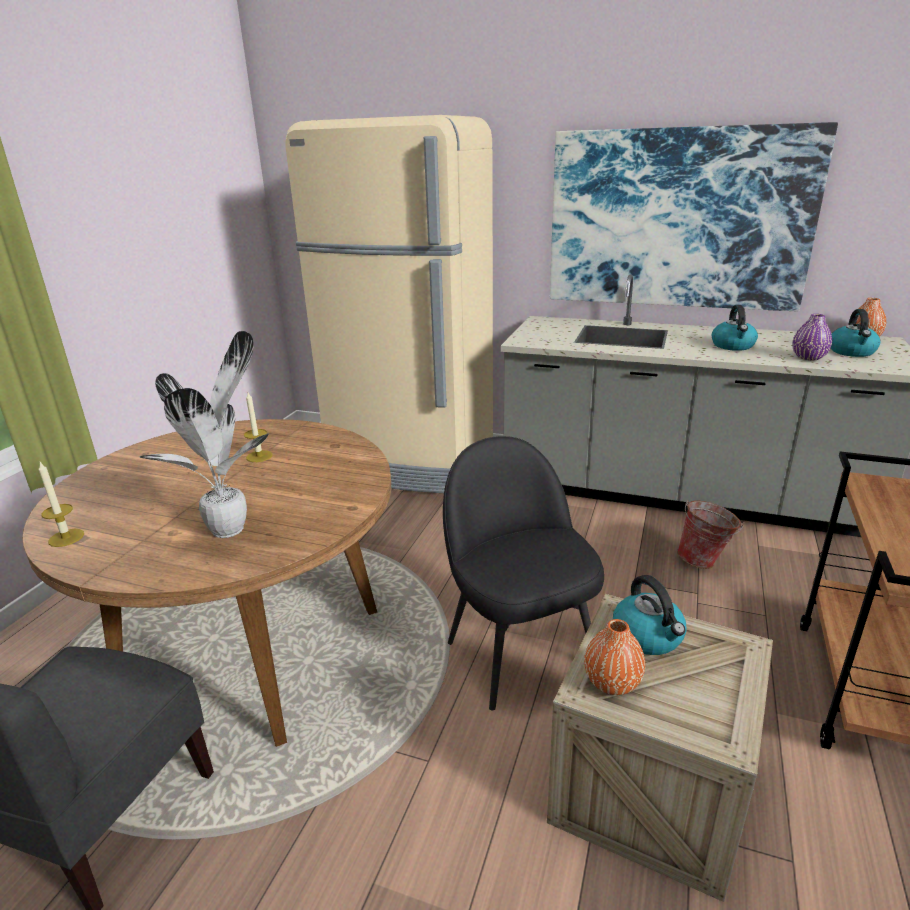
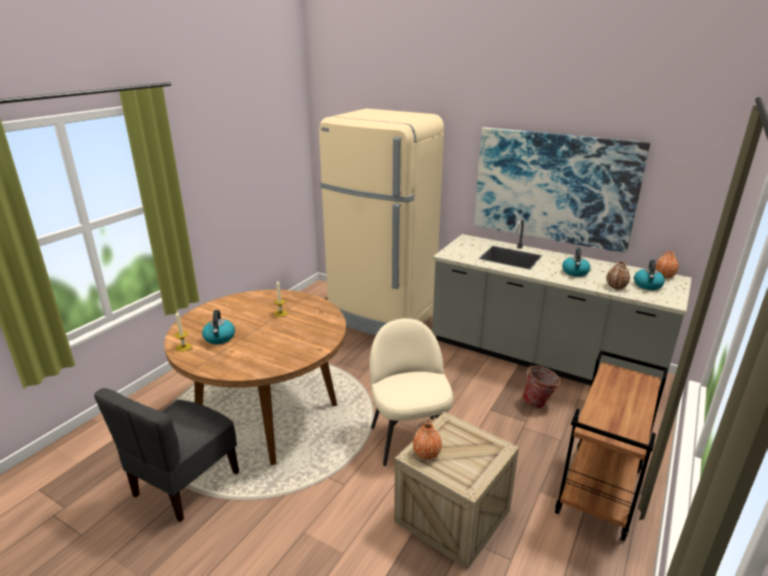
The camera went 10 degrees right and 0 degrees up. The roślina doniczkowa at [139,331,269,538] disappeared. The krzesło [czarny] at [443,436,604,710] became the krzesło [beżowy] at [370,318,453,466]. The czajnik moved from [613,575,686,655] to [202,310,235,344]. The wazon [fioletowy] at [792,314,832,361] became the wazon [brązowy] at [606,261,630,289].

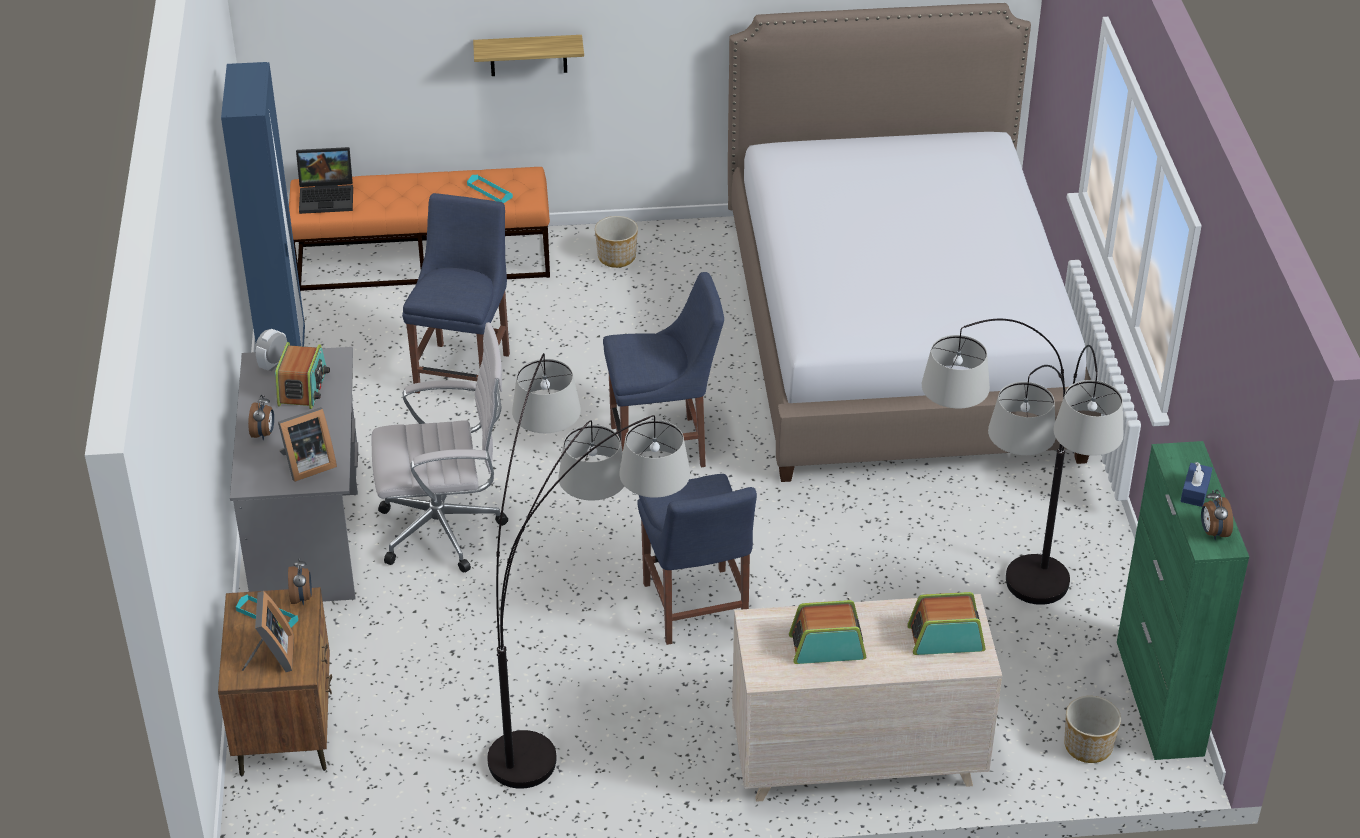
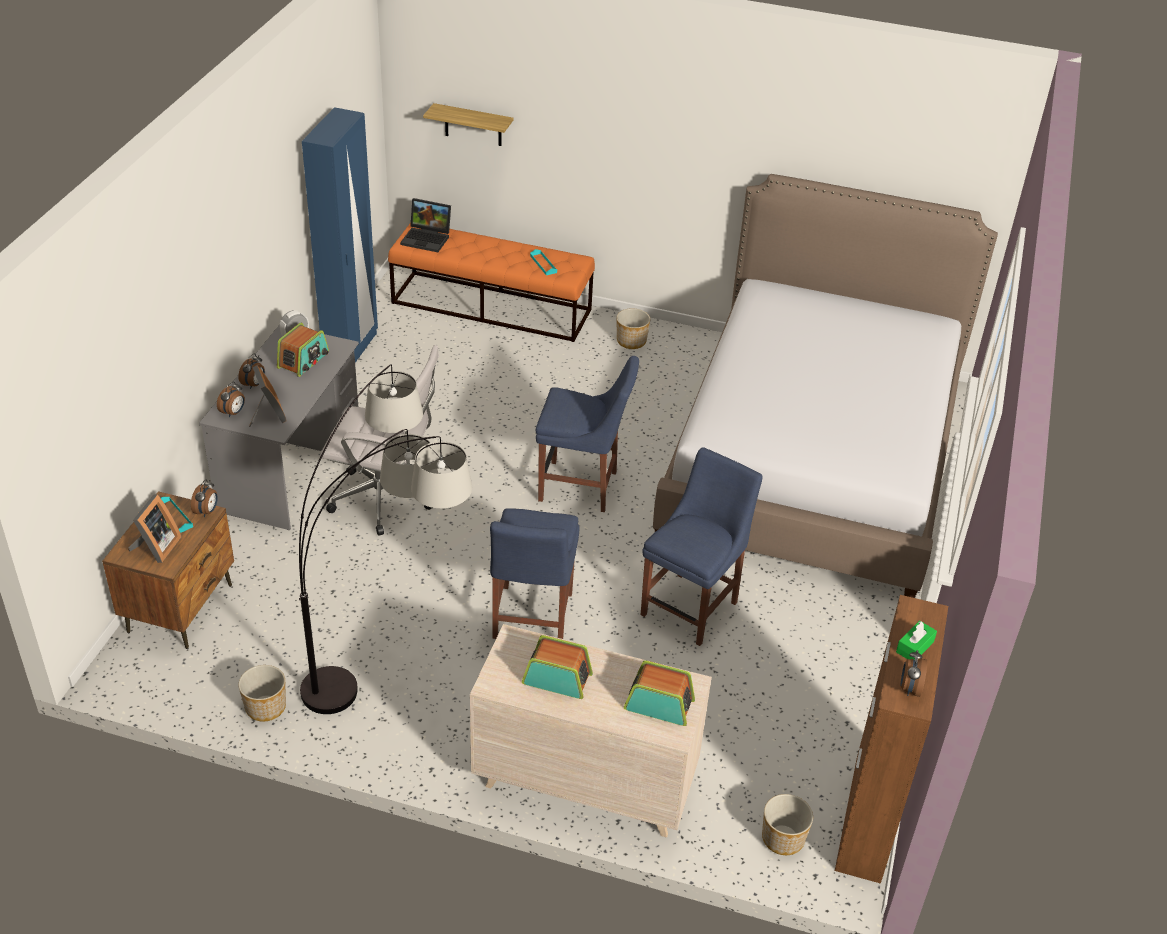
The camera went 20 degrees right and 0 degrees up. The ramka na zdjęcie at [278,407,337,482] turned 105 degrees counterclockwise. The krzesło [niebieski] moved from [402,193,510,393] to [641,447,763,646]. The półka moved from [473,35,584,76] to [423,103,513,146]. The lampa stojąca at [922,319,1123,605] disappeared. The szafka [zielony] at [1117,441,1249,760] became the szafka [brązowy] at [835,595,948,884]. The pudełko chusteczek [niebieski] at [1180,462,1212,507] became the pudełko chusteczek [zielony] at [896,621,937,660]. The budzik at [217,382,245,417] appeared. The donica at [238,665,286,721] appeared.

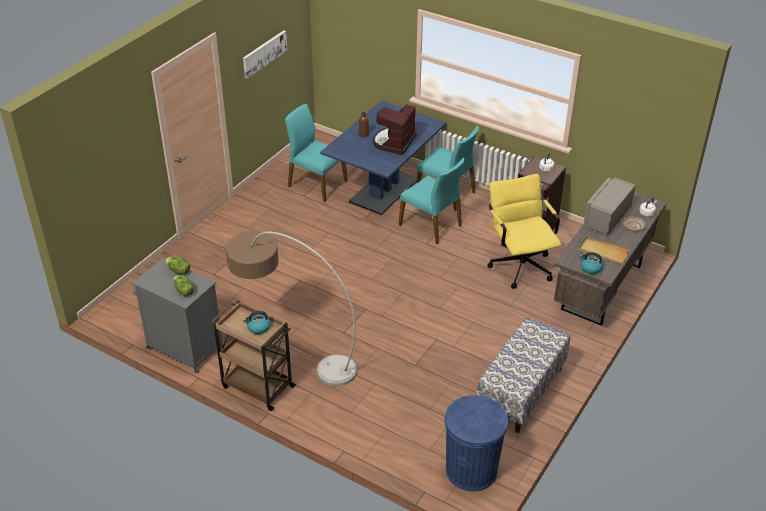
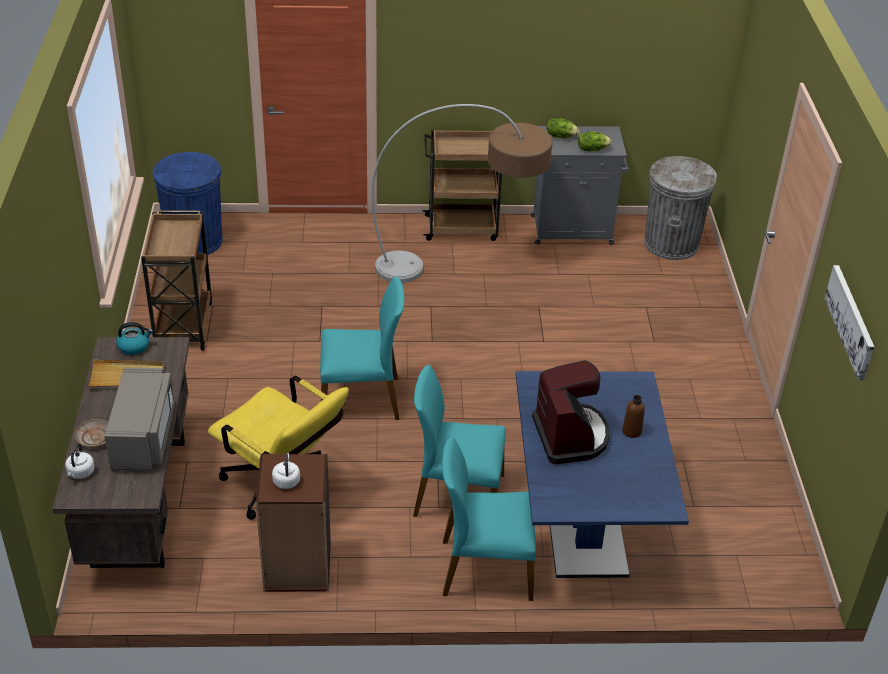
The camera went 145 degrees right and 0 degrees up. The czajnik at [243,311,270,334] disappeared. The krzesło [turkusowy] moved from [285,104,348,202] to [320,276,405,420]. The ławka at [476,317,570,433] was replaced by the wózek [brązowy] at [141,210,212,350]. The kosz na śmieci [szary] at [644,156,717,260] appeared.

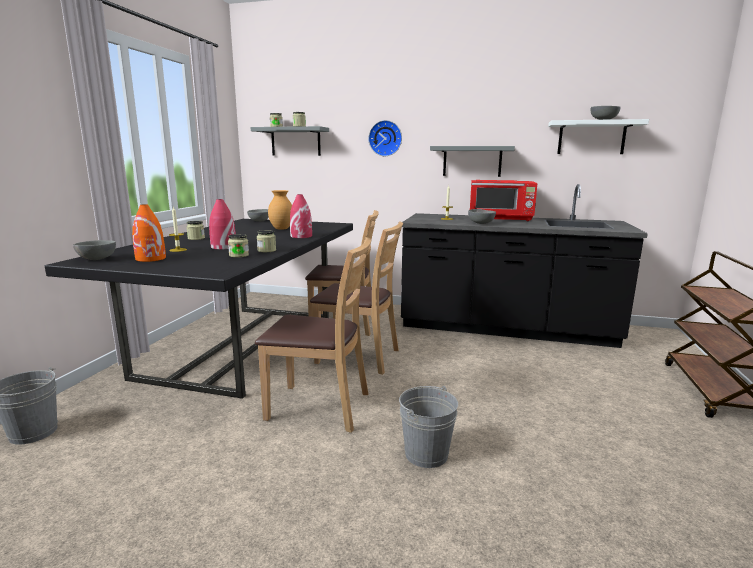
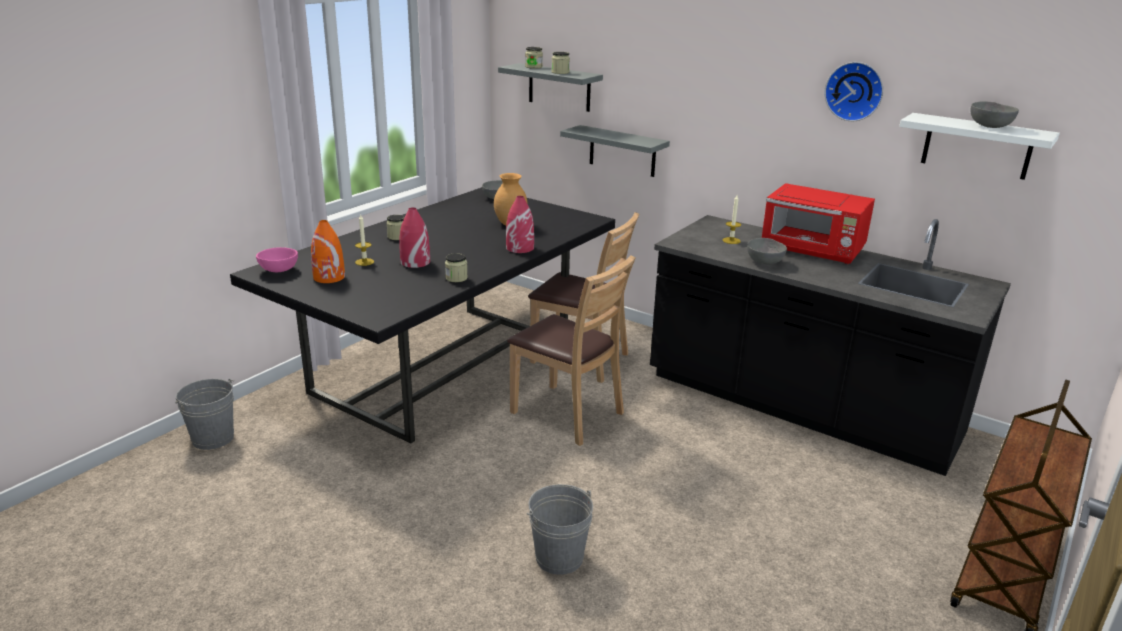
The camera went 20 degrees right and 10 degrees up. The miska [szary] at [73,240,116,260] became the miska [różowy] at [256,247,298,272]. The słoik at [228,234,249,258] disappeared. The krzesło [brązowy] at [255,237,371,433] disappeared. The zegar ścienny moved from [368,120,402,156] to [825,62,883,121]. The półka [szary] moved from [430,146,515,177] to [560,125,670,177].

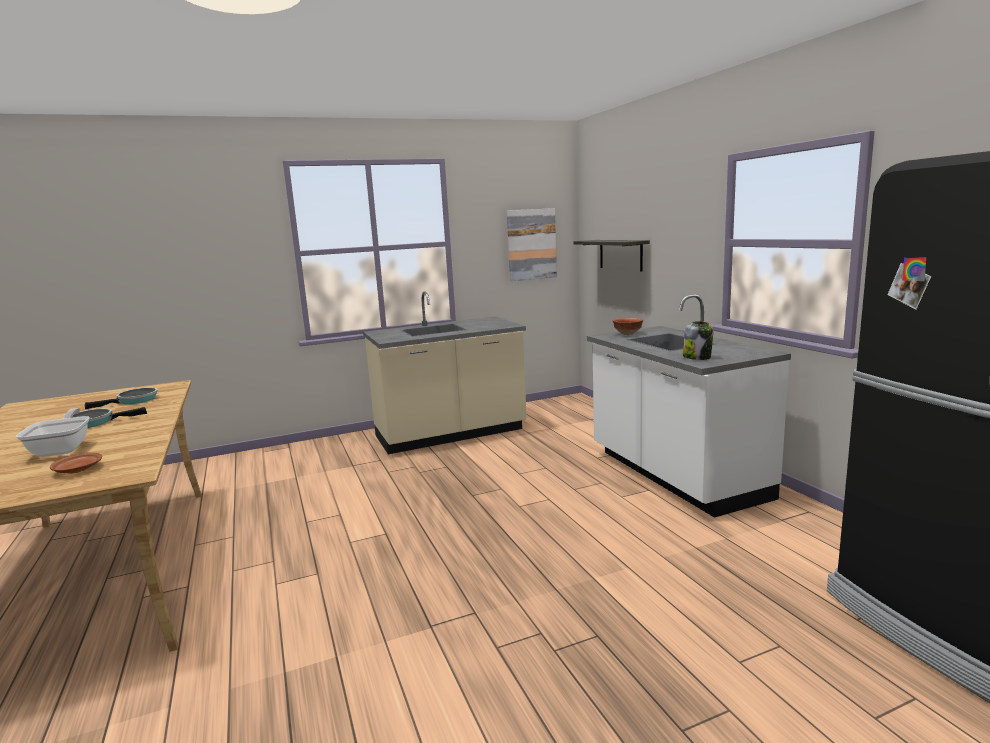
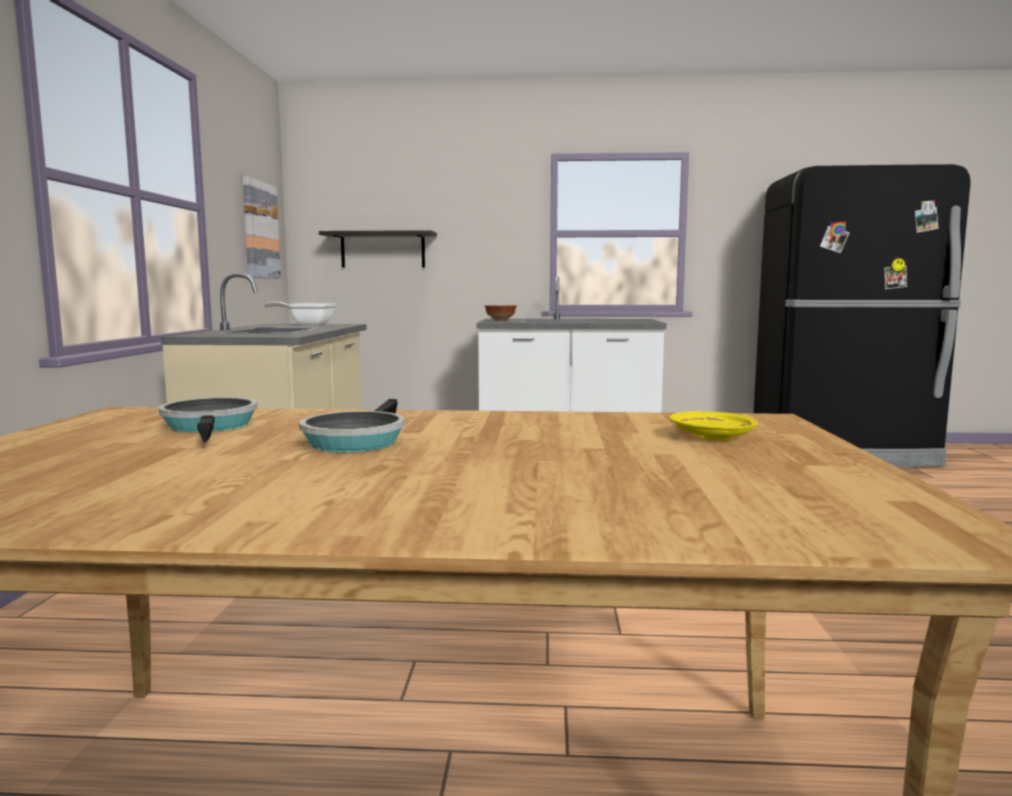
The camera went 65 degrees left and 5 degrees down. The patelnia moved from [16,408,90,457] to [264,302,336,325]. The talerz [brązowy] at [50,453,102,474] became the talerz [żółty] at [669,411,758,440]. The słoik at [683,321,714,360] disappeared.

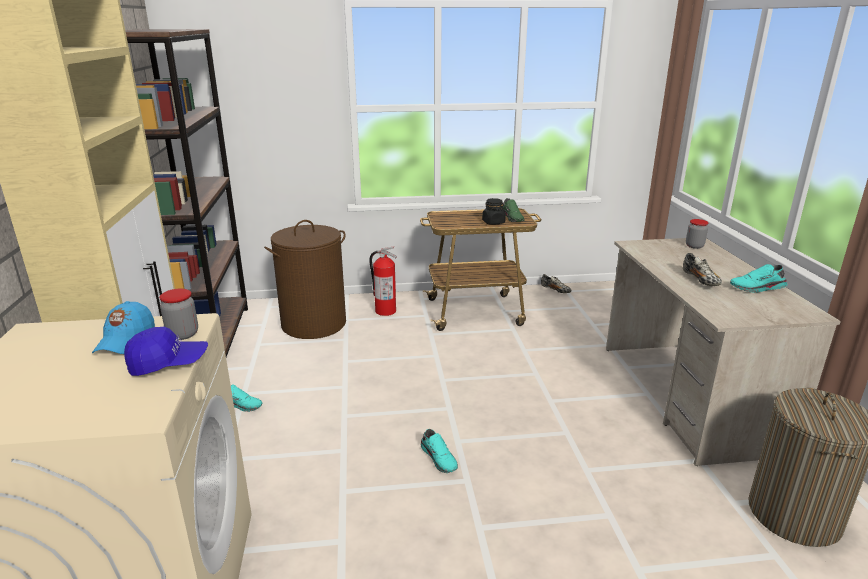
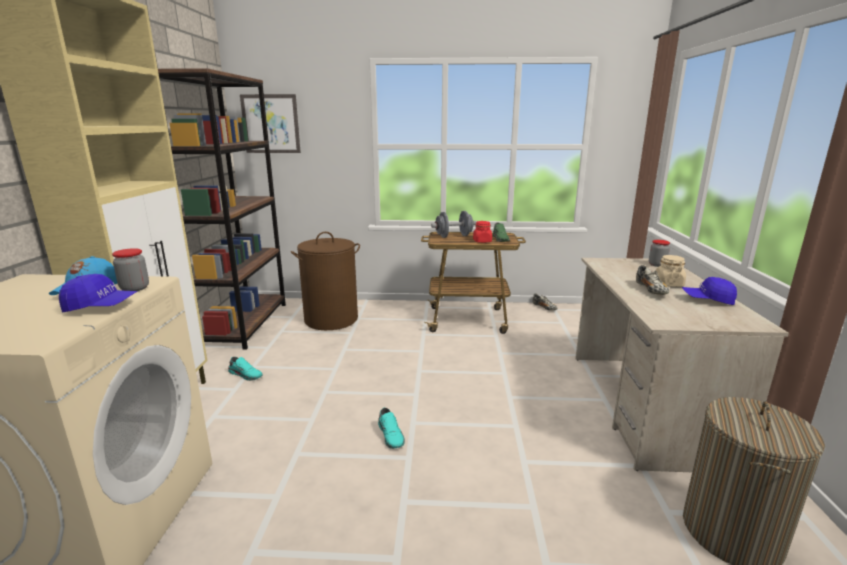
The camera went 10 degrees right and 5 degrees down. The gaśnica at [369,246,397,316] disappeared. The słoik [czarny] at [482,198,506,225] became the słoik [czerwony] at [473,221,492,243]. The but [turkusowy] at [730,264,788,293] was replaced by the czapka z daszkiem [niebieski] at [682,277,737,305]. The obraz at [240,94,301,153] appeared. The hantel [szary] at [431,211,477,238] appeared. The słoik [beżowy] at [656,255,686,287] appeared.

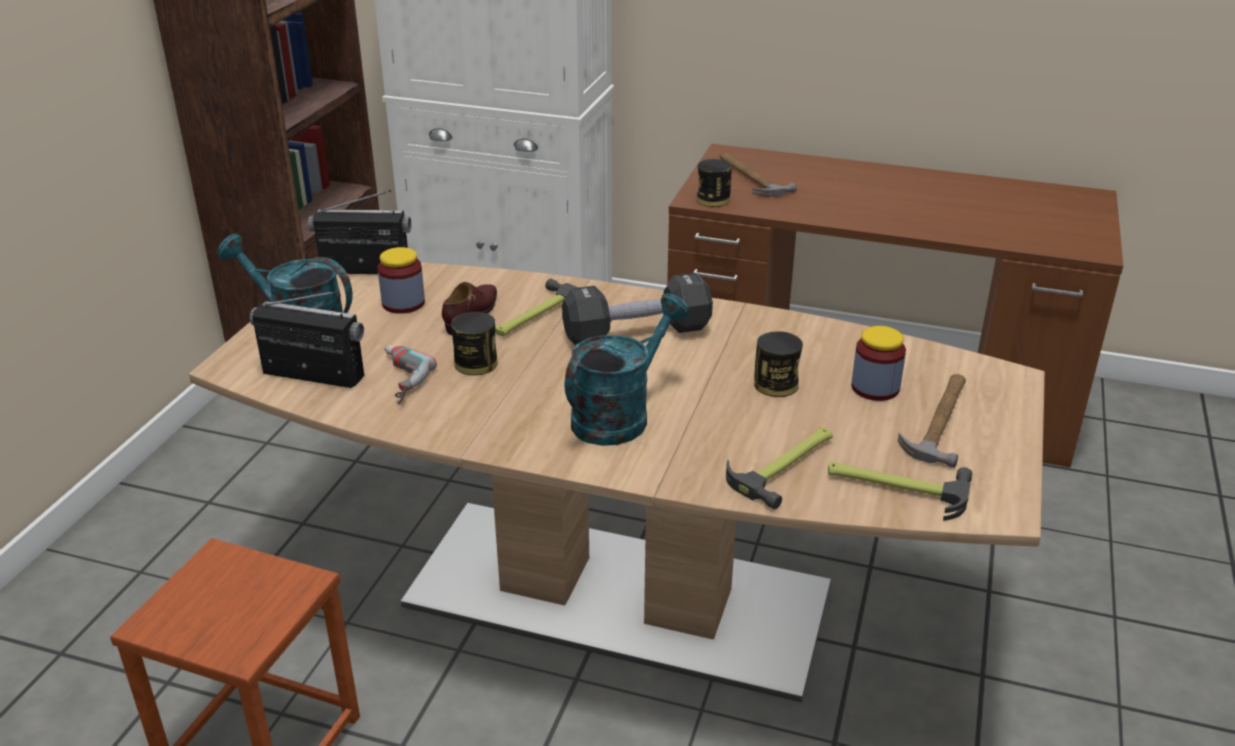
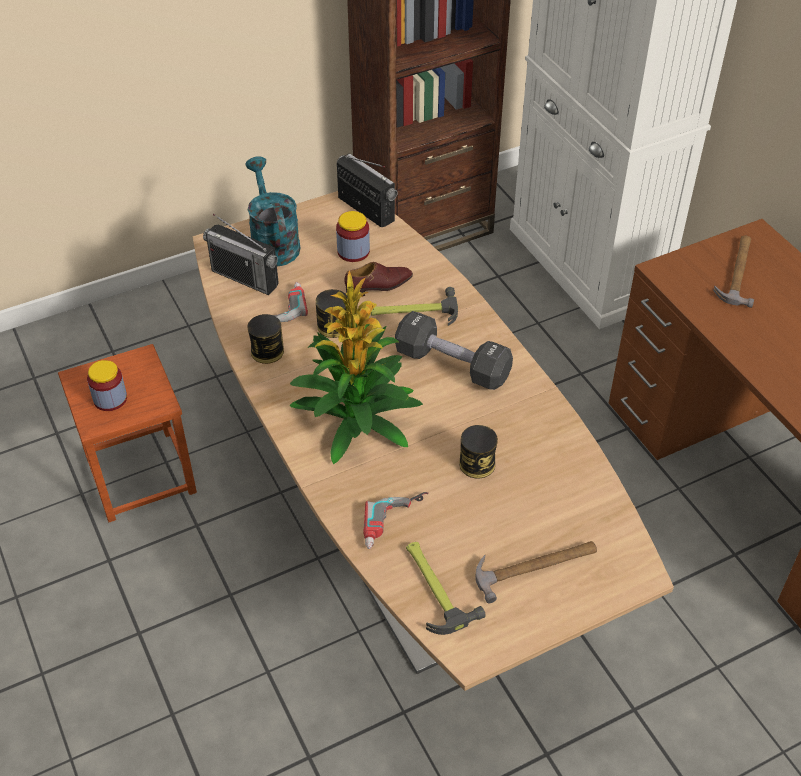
The camera went 45 degrees right and 15 degrees up. The radio at [250,291,364,388] turned 150 degrees clockwise. The konewka [turkusowy] at [565,293,689,446] was replaced by the roślina doniczkowa at [289,270,423,464]. The puszka moved from [696,159,732,207] to [247,314,284,364]. The młotek at [726,427,833,509] was replaced by the wiertarka at [363,492,429,549]. The słoik moved from [851,326,906,401] to [87,360,127,411].

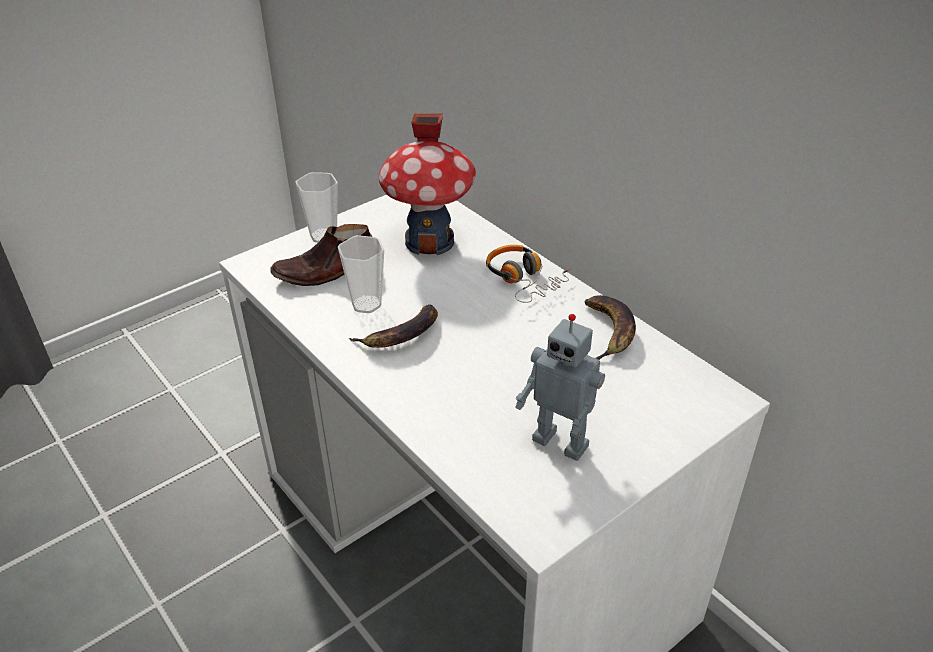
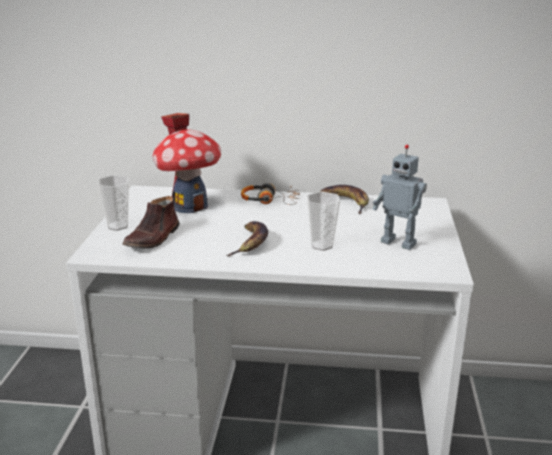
The camera went 45 degrees left and 15 degrees down. The filiżanka moved from [338,235,384,313] to [307,192,340,251]. The robot zabawkowy at [515,314,605,461] turned 45 degrees clockwise.

